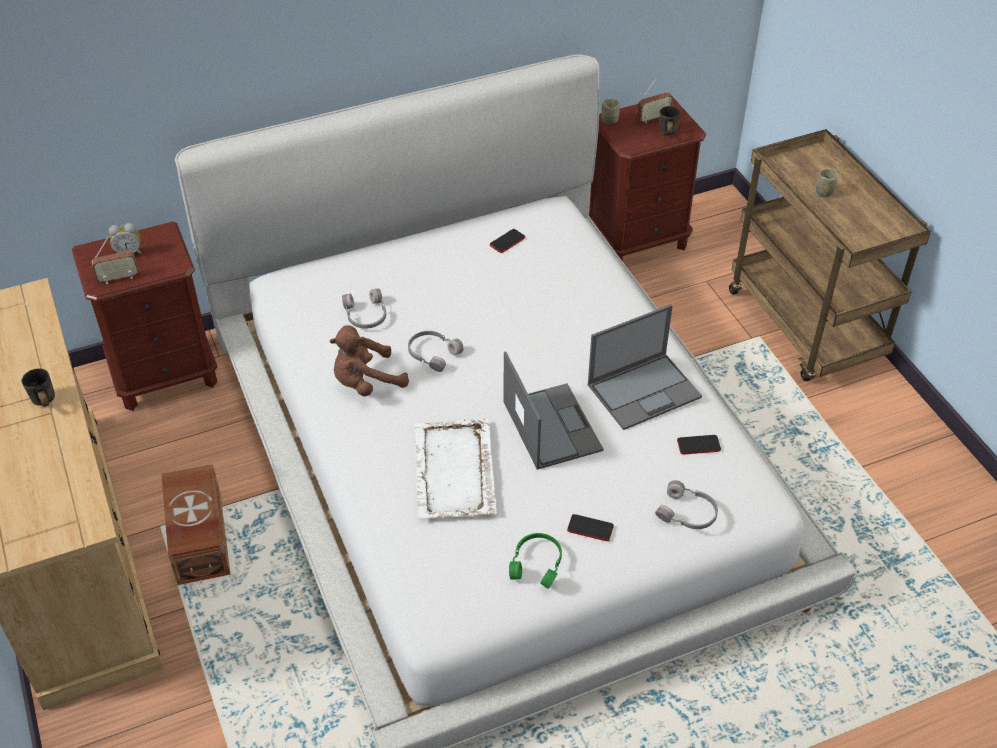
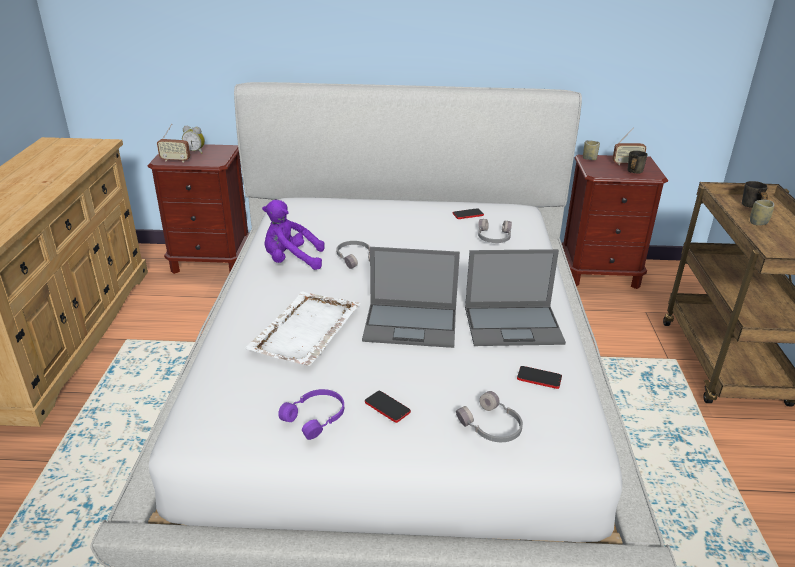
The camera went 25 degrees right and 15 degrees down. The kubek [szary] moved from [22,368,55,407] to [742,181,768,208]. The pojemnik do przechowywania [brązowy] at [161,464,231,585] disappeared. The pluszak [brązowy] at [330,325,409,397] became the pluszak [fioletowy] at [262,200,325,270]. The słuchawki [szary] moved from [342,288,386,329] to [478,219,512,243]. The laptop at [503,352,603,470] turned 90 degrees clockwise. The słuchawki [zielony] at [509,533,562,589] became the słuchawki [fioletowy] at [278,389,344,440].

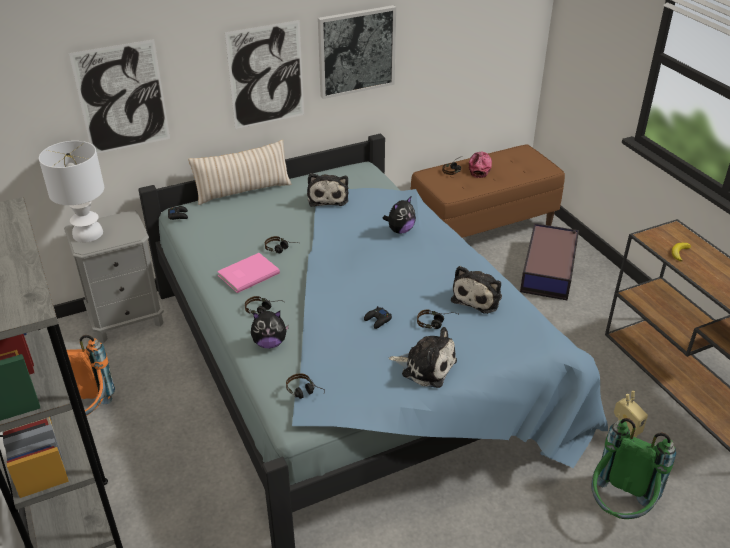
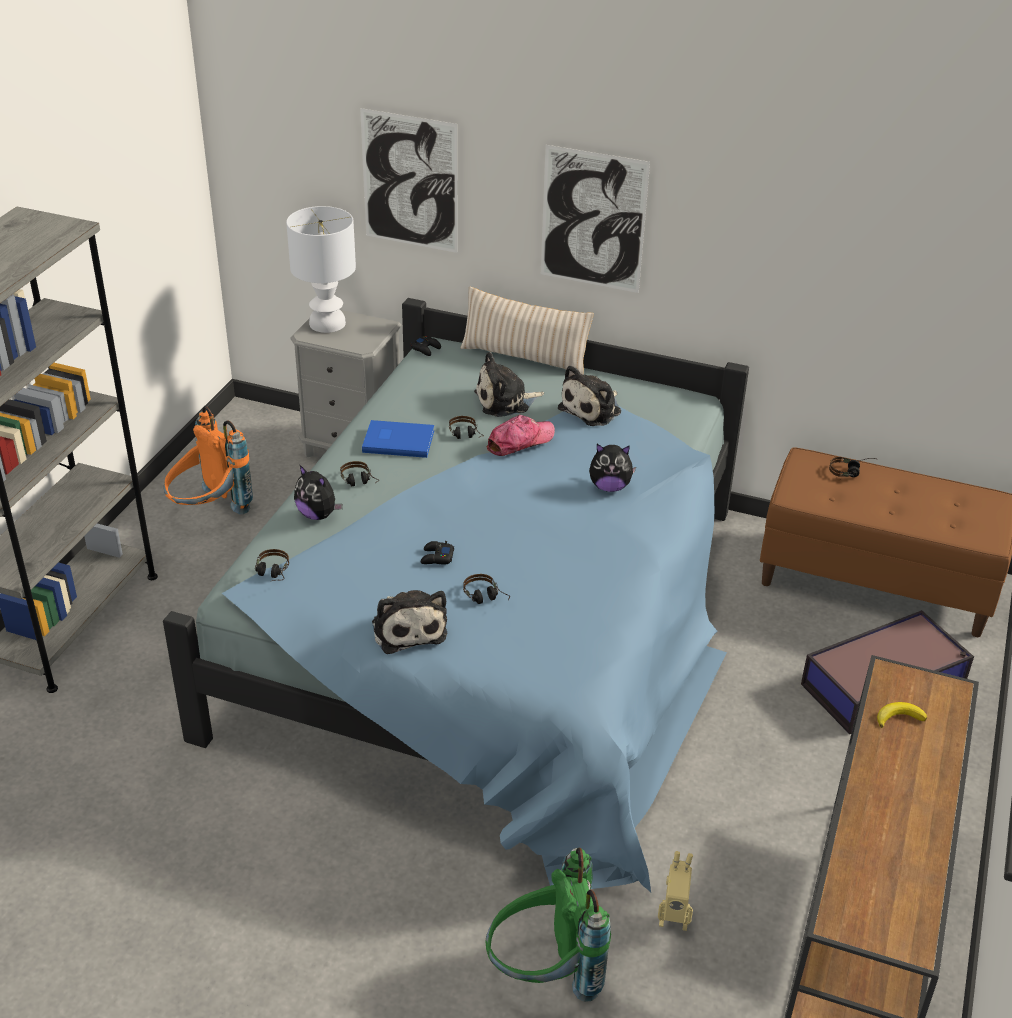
The camera went 45 degrees right and 0 degrees up. The książka [różowy] at [217,253,280,293] became the książka [niebieski] at [362,420,434,458]. The obraz at [318,5,396,99] disappeared. The pluszak moved from [451,266,502,314] to [474,352,544,417]. The czapka z daszkiem moved from [469,152,492,178] to [486,415,555,456].

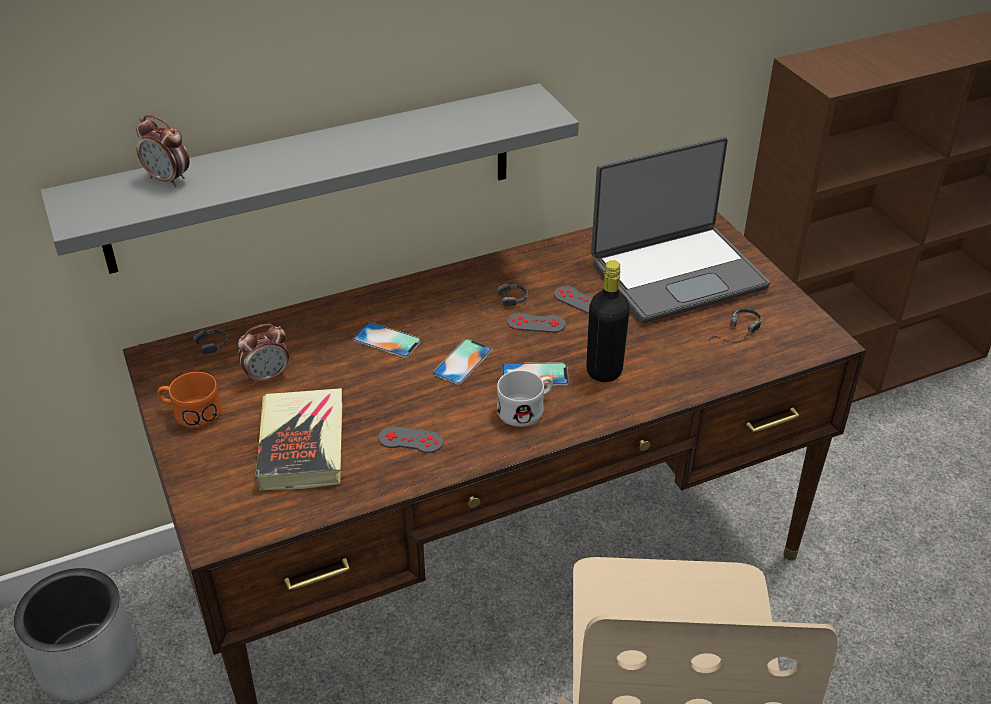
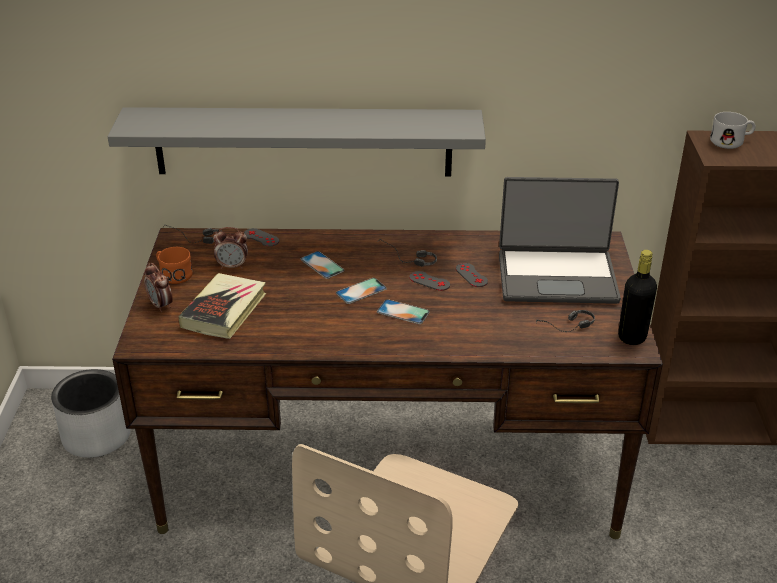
The camera went 25 degrees right and 5 degrees down. The budzik moved from [136,115,189,187] to [144,263,173,312]. The pad do gier [szary] moved from [378,426,443,453] to [244,228,279,247]. The kubek [biały] moved from [497,370,553,427] to [710,112,756,149]. The butelka [czarny] moved from [586,260,630,382] to [618,250,657,345].

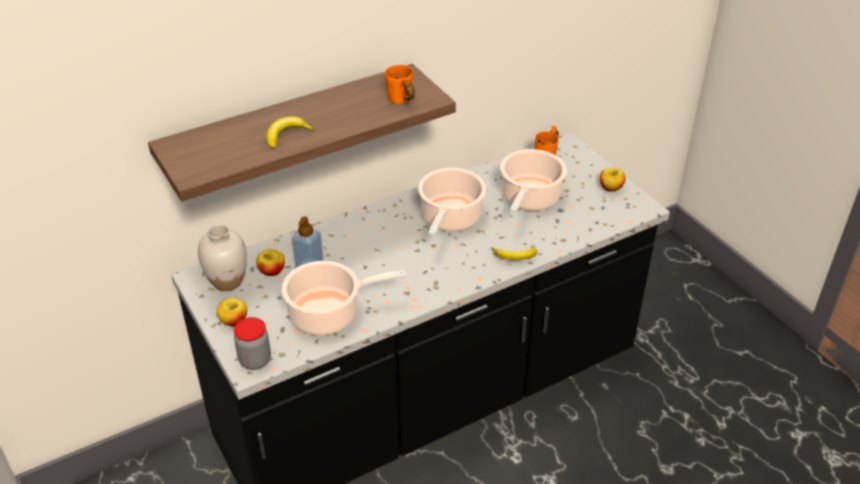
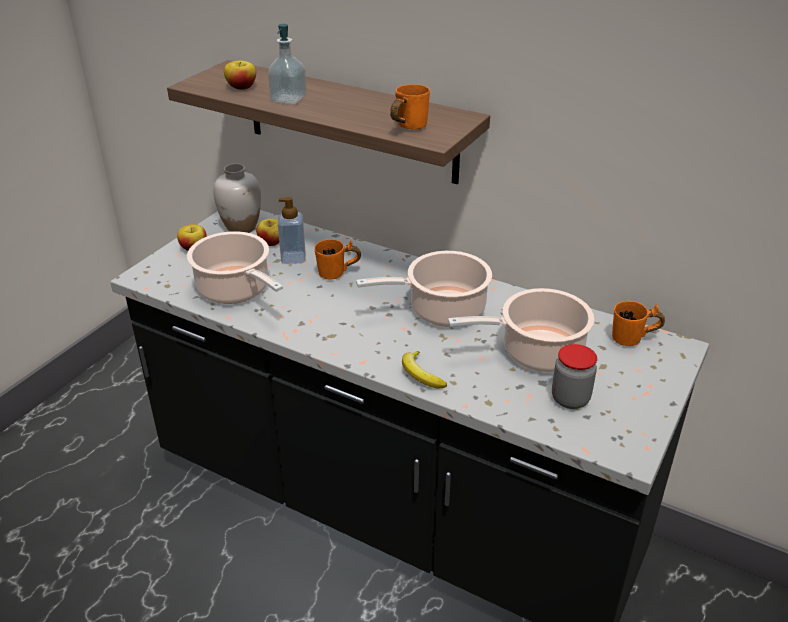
The camera went 60 degrees right and 5 degrees down. The słoik moved from [234,317,271,370] to [552,344,597,409]. The banan at [266,116,314,149] was replaced by the dozownik mydła at [268,24,307,104]. The jabłko moved from [600,168,625,191] to [224,60,256,90]. The kubek [pomarańczowy] at [314,239,361,279] appeared.

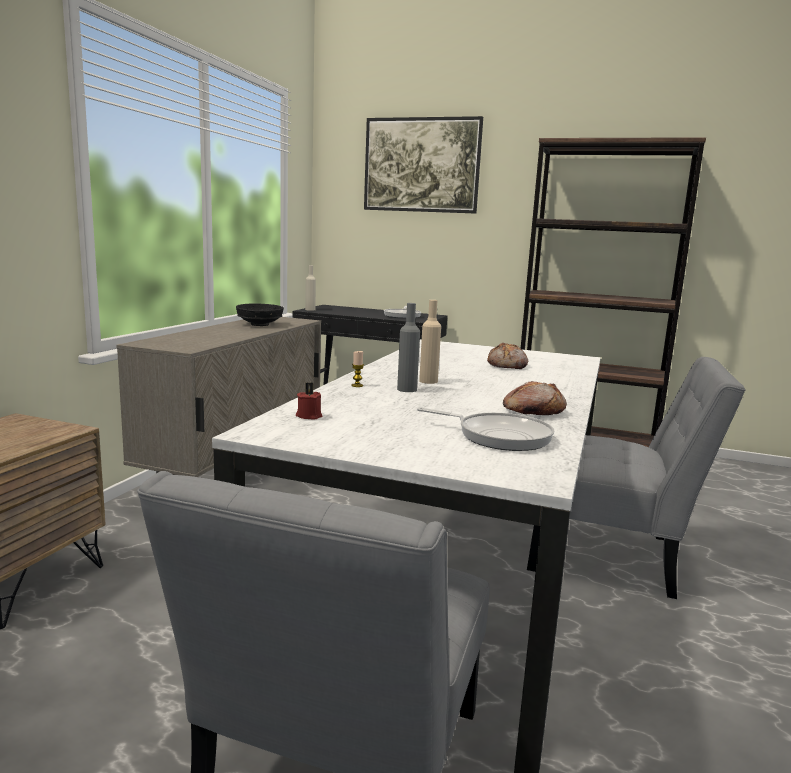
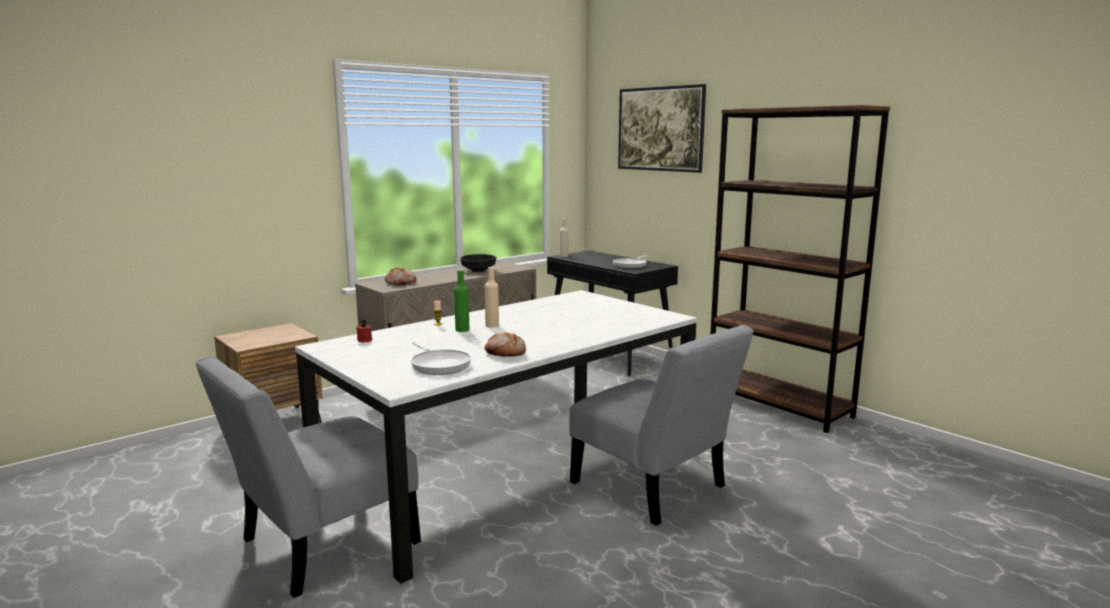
The camera went 30 degrees right and 0 degrees up. The butelka [szary] at [397,303,420,392] became the butelka [zielony] at [454,270,470,332]. The chleb moved from [487,342,528,369] to [385,267,417,285].

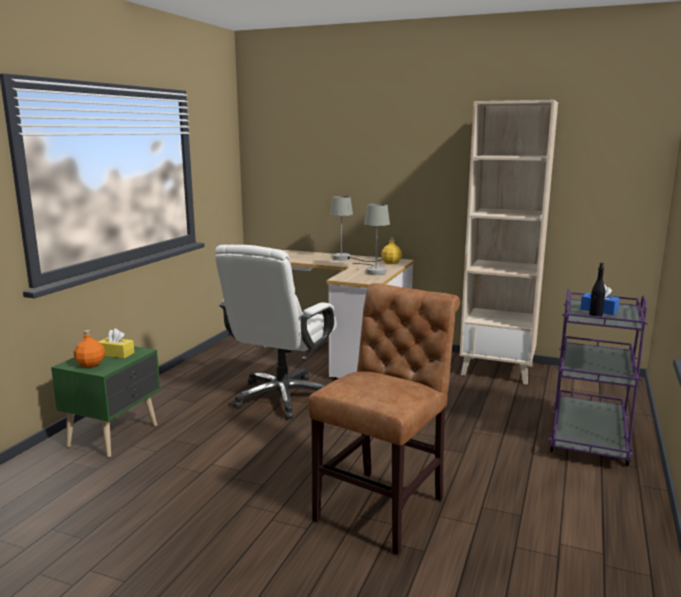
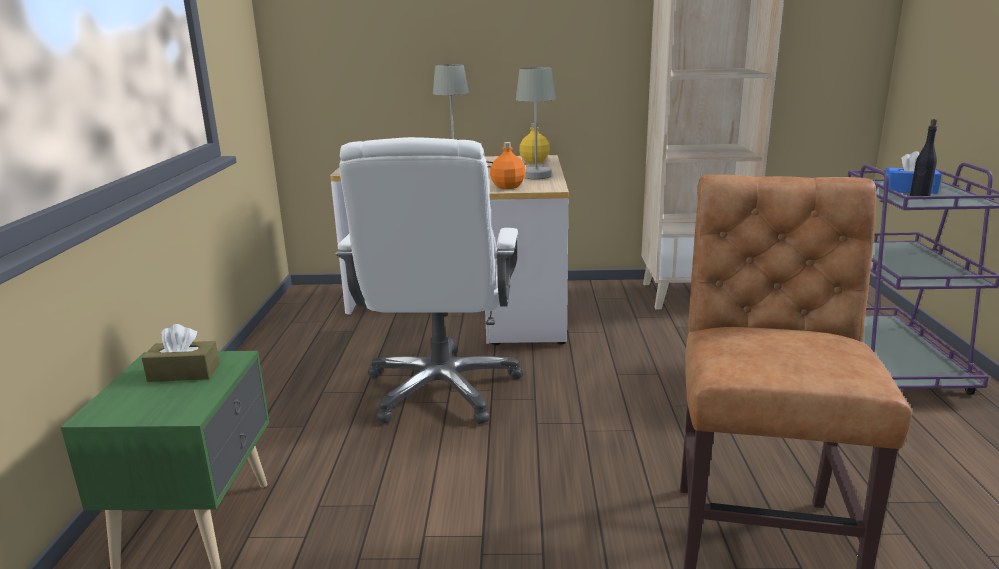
The camera went 20 degrees left and 5 degrees up. The butelka [pomarańczowy] moved from [74,330,105,368] to [490,142,526,189]. The pudełko chusteczek [żółty] at [99,328,134,358] became the pudełko chusteczek [brązowy] at [142,324,220,382].

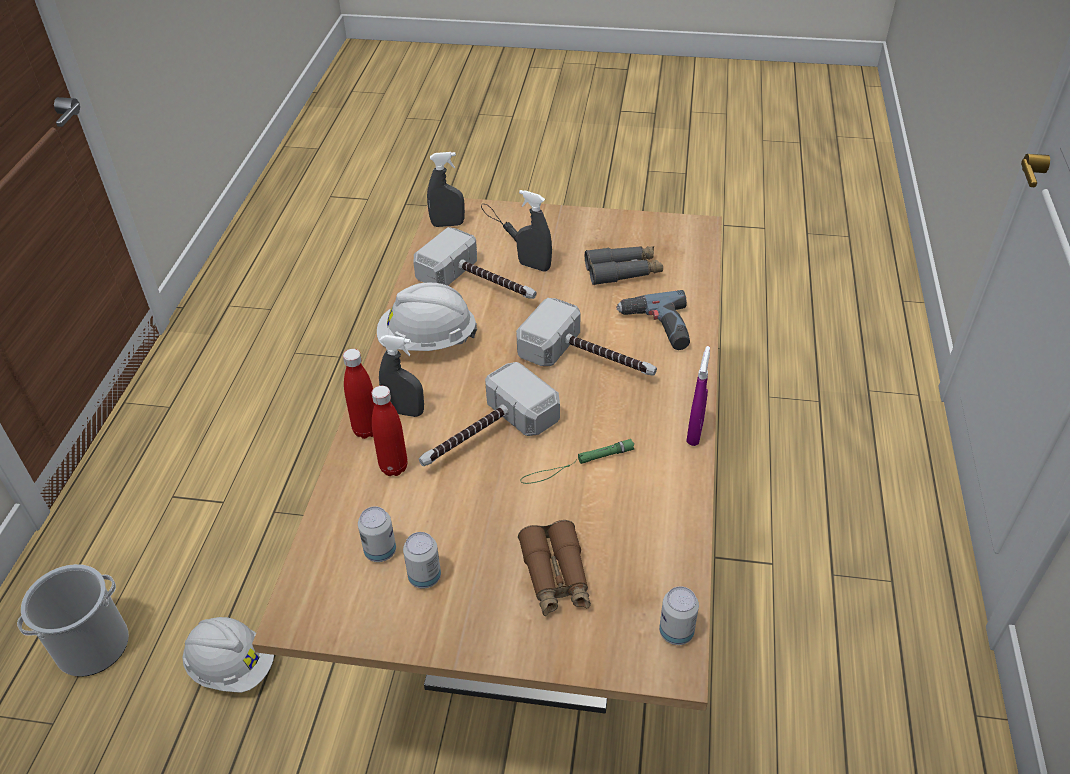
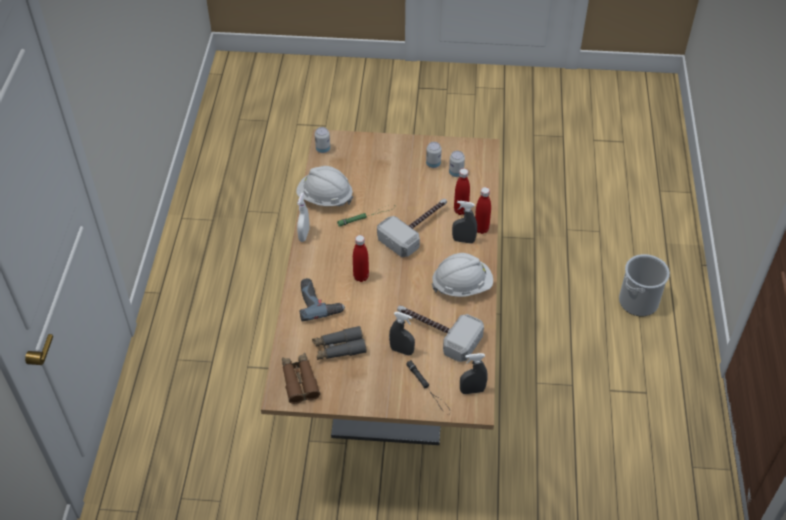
The camera went 175 degrees right and 5 degrees up. The kask [biały] moved from [182,617,274,693] to [296,166,353,206]. The młotek at [516,298,657,376] was replaced by the butelka [czerwony] at [353,235,369,282]. The lornetka [brązowy] moved from [518,520,591,616] to [282,353,320,404]. The spryskiwacz [fioletowy] at [686,346,710,446] became the spryskiwacz [biały] at [297,193,310,242].

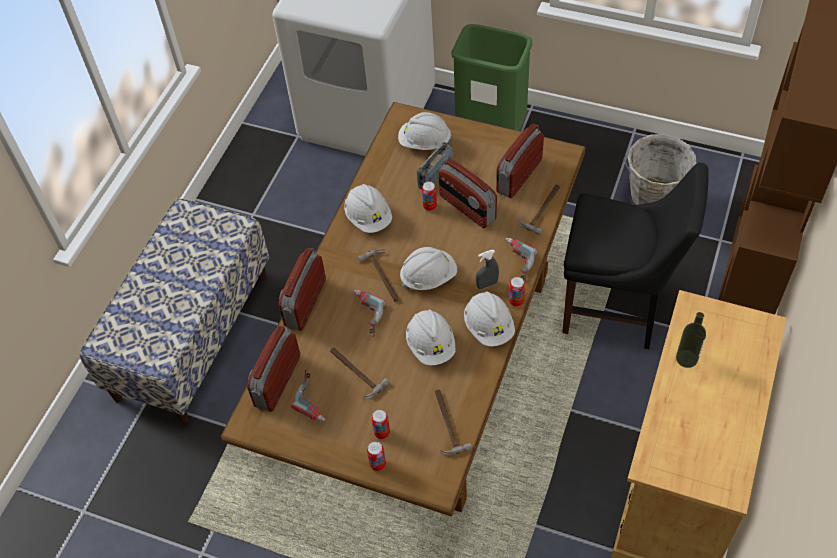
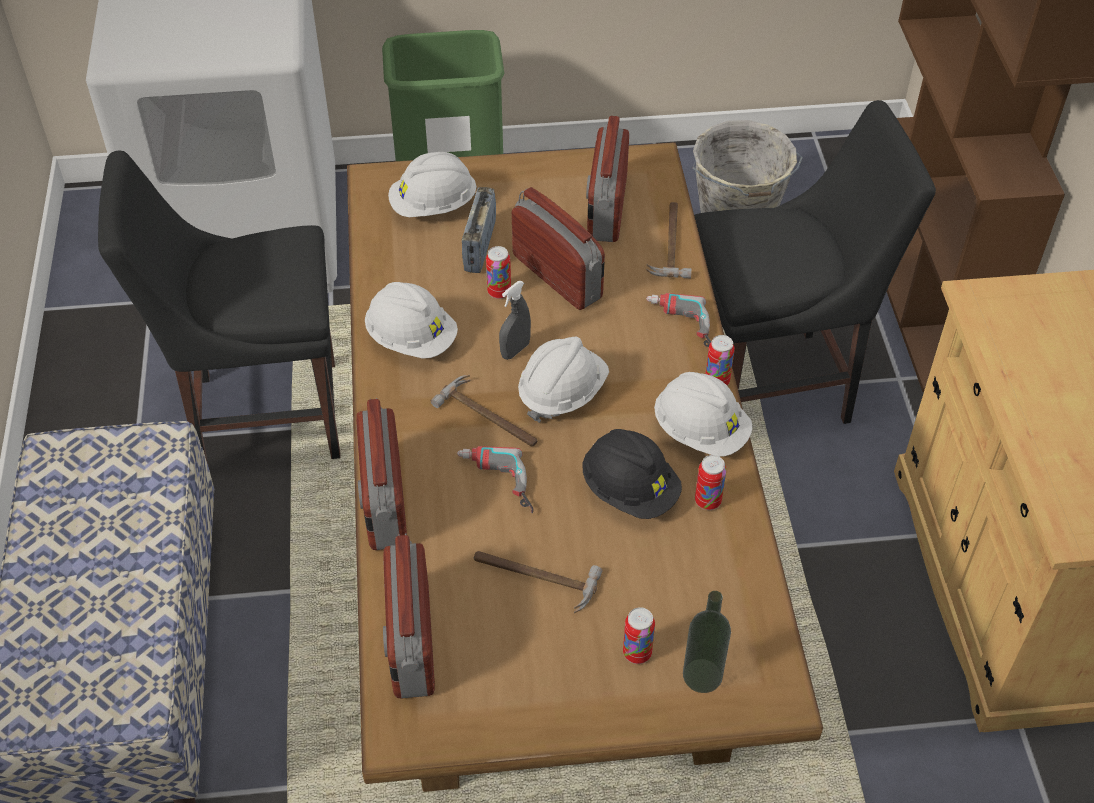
The camera went 30 degrees left and 5 degrees down. The wiertarka at [291,369,326,422] disappeared. The puszka moved from [367,441,386,471] to [695,455,726,510]. The kask [biały] at [406,309,455,365] became the kask [czarny] at [583,429,682,519]. The młotek at [435,389,472,455] disappeared. The radio at [438,158,497,228] turned 150 degrees counterclockwise. The spryskiwacz [szary] moved from [476,250,499,289] to [499,281,531,360]. The butelka moved from [676,312,706,368] to [683,591,731,693]. The krzesło [czarny] at [98,151,341,464] appeared.

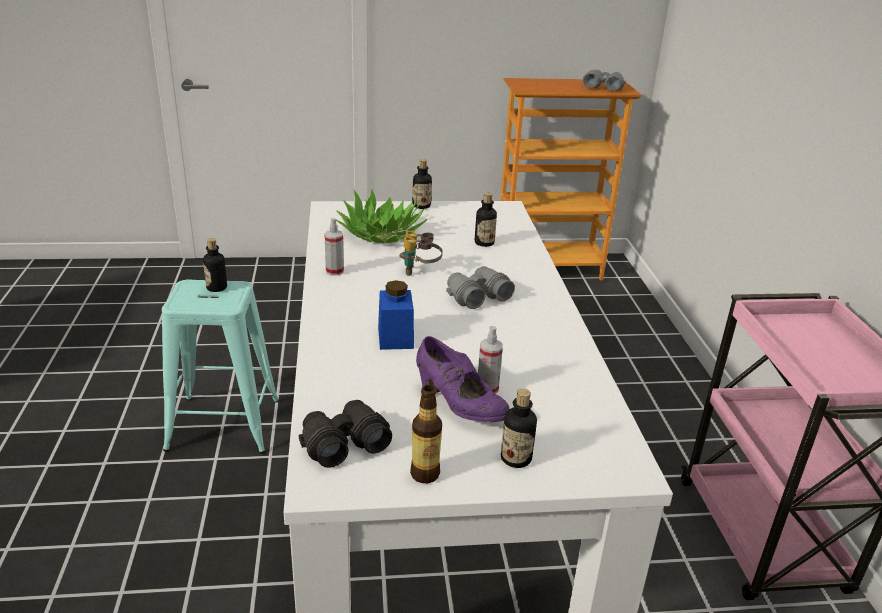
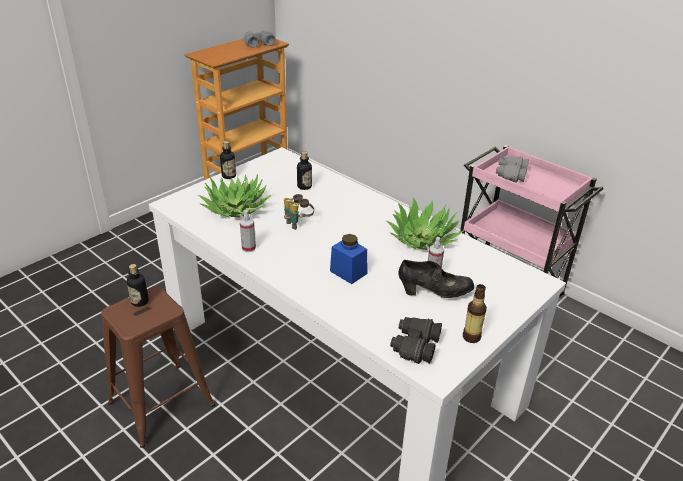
The camera went 40 degrees left and 5 degrees up. The stołek [turkusowy] at [162,279,279,454] became the stołek [brązowy] at [101,286,215,448]. The but [fioletowy] at [416,336,510,422] became the but [czarny] at [398,260,474,298]. The lornetka [szary] moved from [446,266,515,309] to [496,156,529,183]. The butelka at [501,389,537,468] disappeared. The roślina doniczkowa at [387,197,463,250] appeared.

